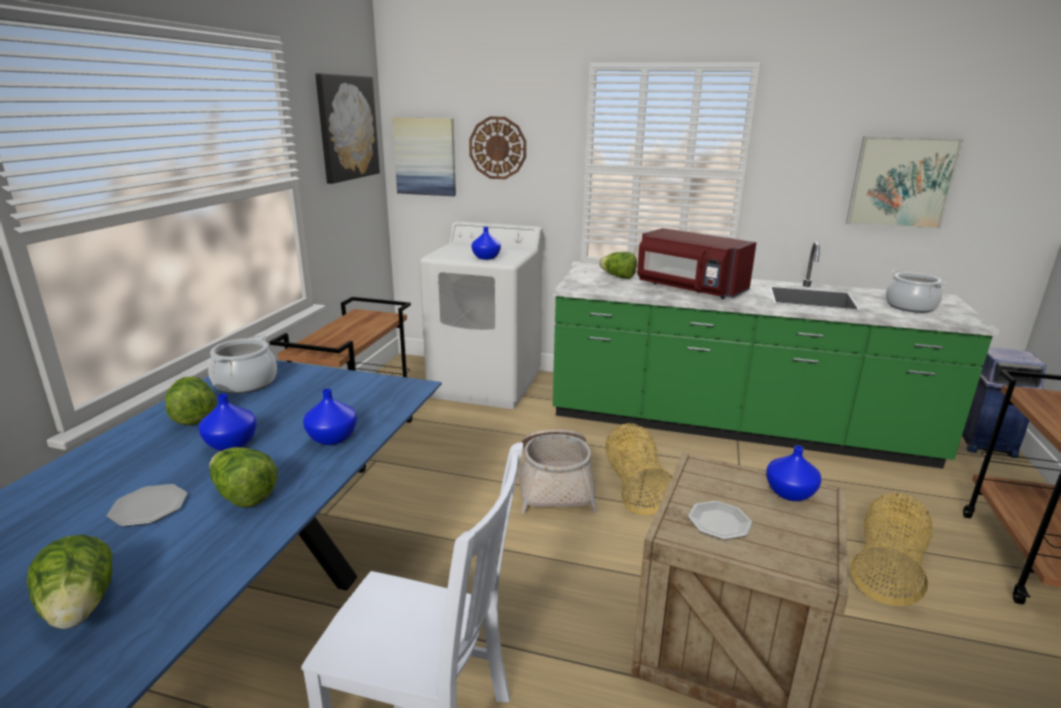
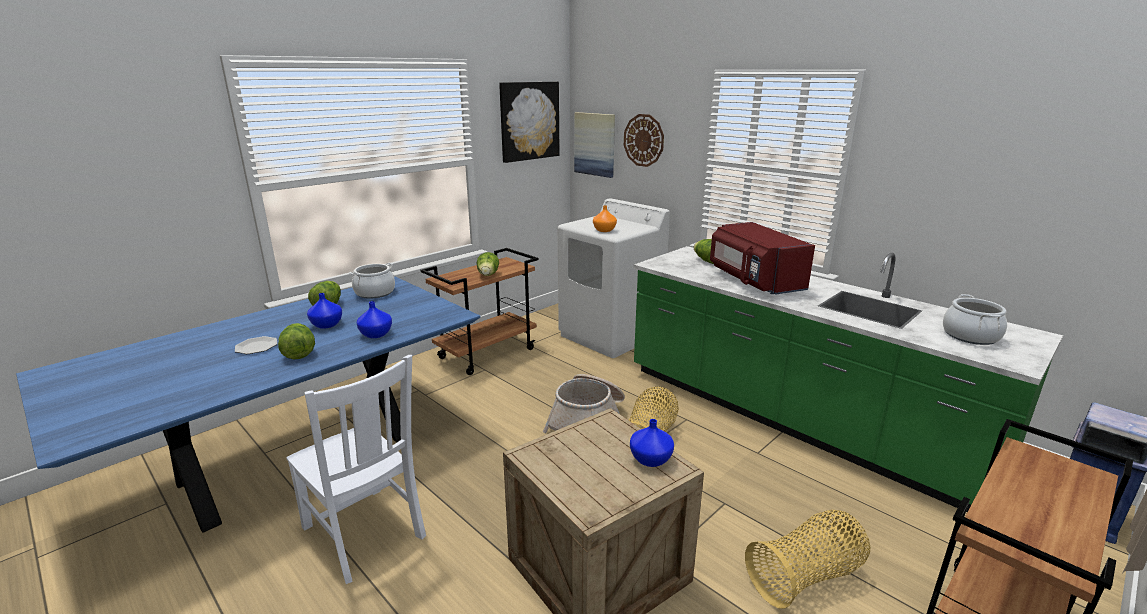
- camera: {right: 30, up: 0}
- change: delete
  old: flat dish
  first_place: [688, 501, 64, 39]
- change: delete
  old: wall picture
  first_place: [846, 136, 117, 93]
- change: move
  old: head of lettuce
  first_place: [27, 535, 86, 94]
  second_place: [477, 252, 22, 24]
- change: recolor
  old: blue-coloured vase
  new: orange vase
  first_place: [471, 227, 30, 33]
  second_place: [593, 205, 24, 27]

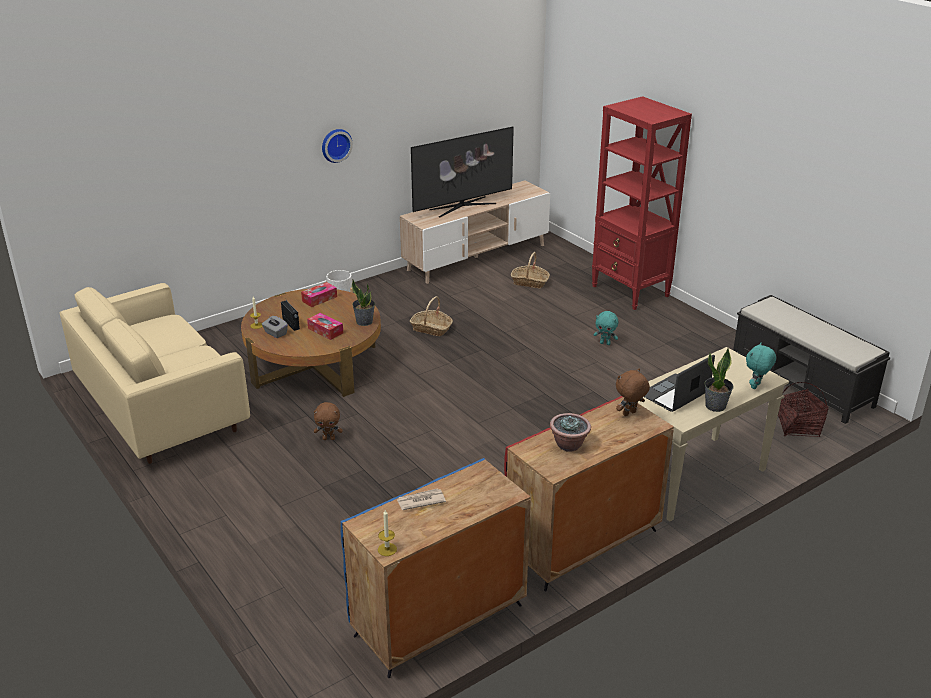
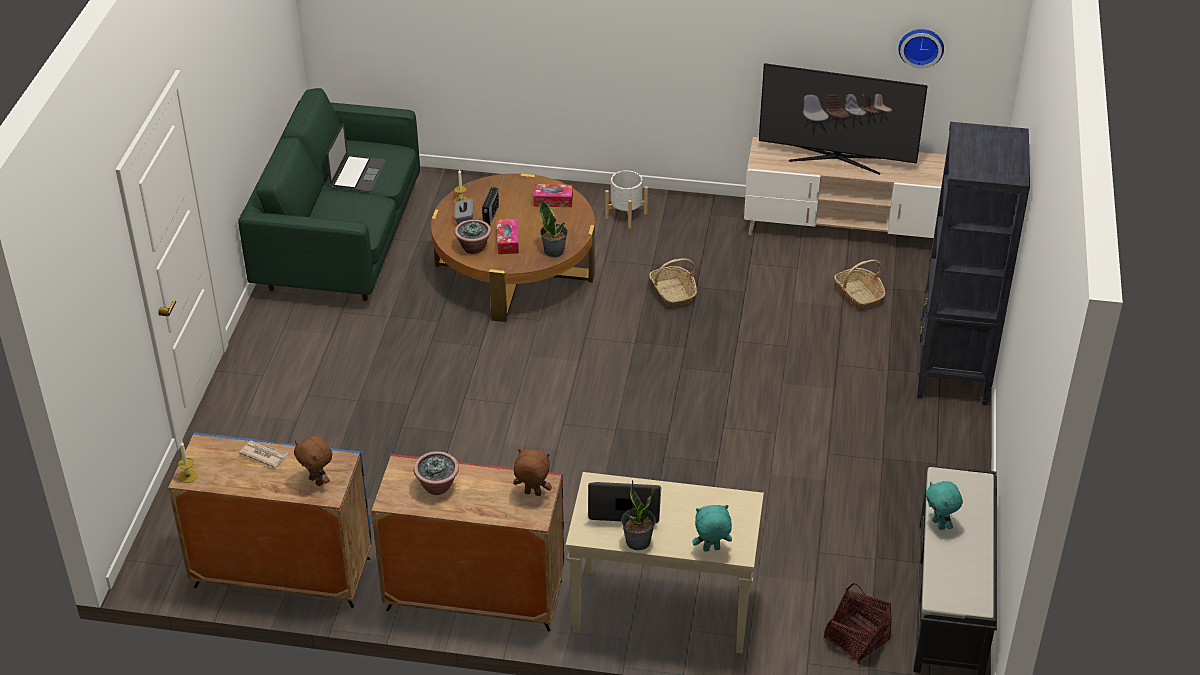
- camera: {right: 45, up: 10}
- change: insert
  new: portable computer
  second_place: [327, 123, 59, 69]
- change: insert
  new: potted plant
  second_place: [454, 220, 37, 34]
- change: move
  old: brown soft toy
  first_place: [314, 402, 29, 38]
  second_place: [294, 436, 38, 50]
- change: move
  old: wall clock
  first_place: [322, 129, 31, 34]
  second_place: [898, 29, 46, 39]
- change: move
  old: blue-green soft toy
  first_place: [593, 311, 25, 34]
  second_place: [926, 481, 37, 49]
- change: recolor
  old: beige sofa
  new: green sofa
  first_place: [60, 283, 190, 181]
  second_place: [238, 88, 182, 213]
- change: recolor
  old: reddish bookshelf
  new: black bookshelf
  first_place: [592, 96, 100, 214]
  second_place: [917, 122, 113, 283]

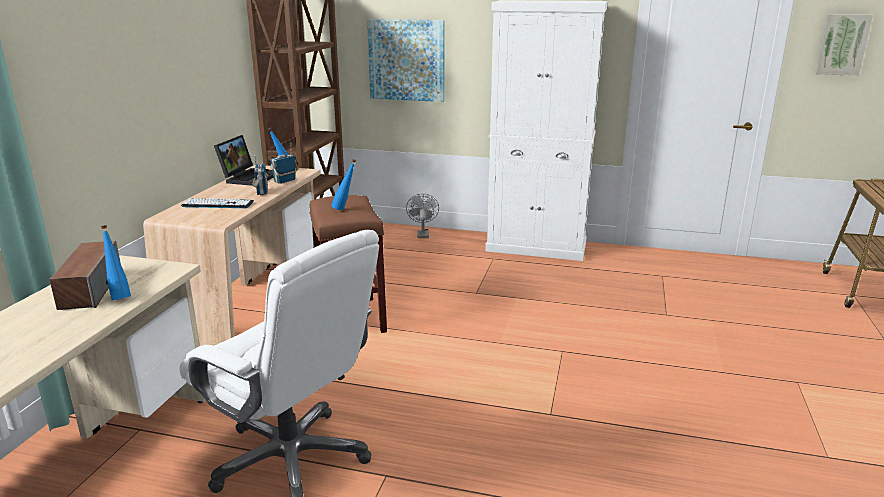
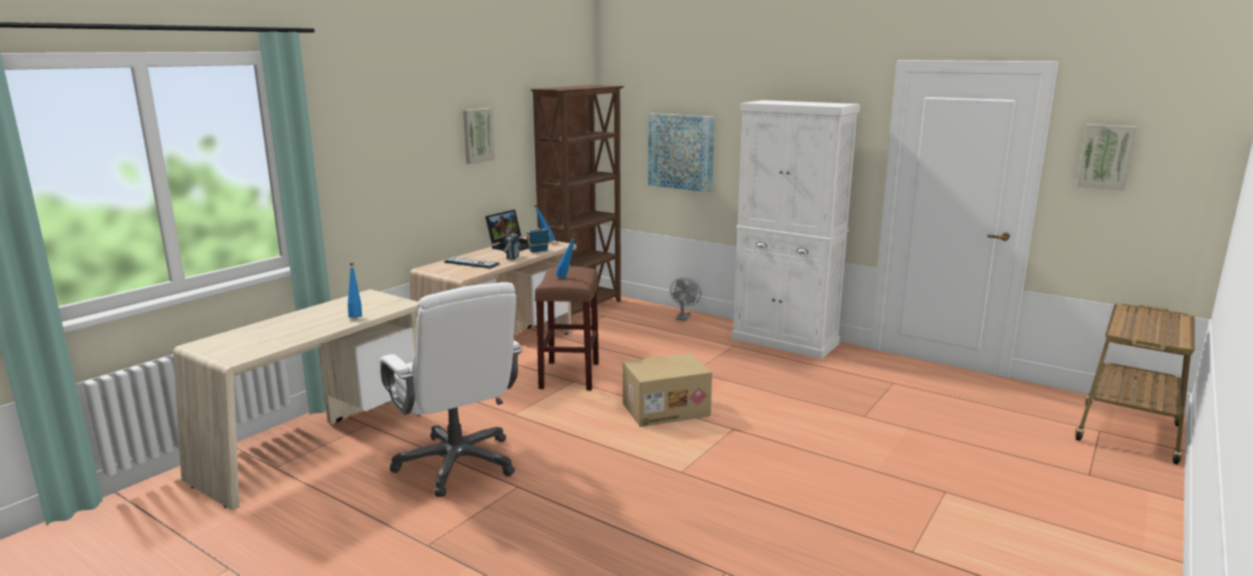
- camera: {right: 20, up: -5}
- change: delete
  old: loudspeaker
  first_place: [49, 240, 71, 70]
- change: insert
  new: wall picture
  second_place: [463, 108, 32, 56]
- change: insert
  new: carton
  second_place: [623, 353, 89, 74]

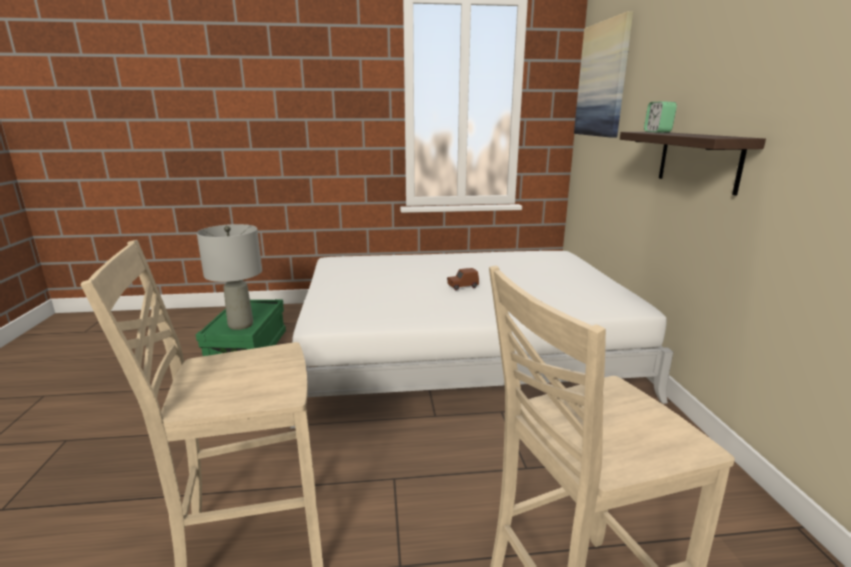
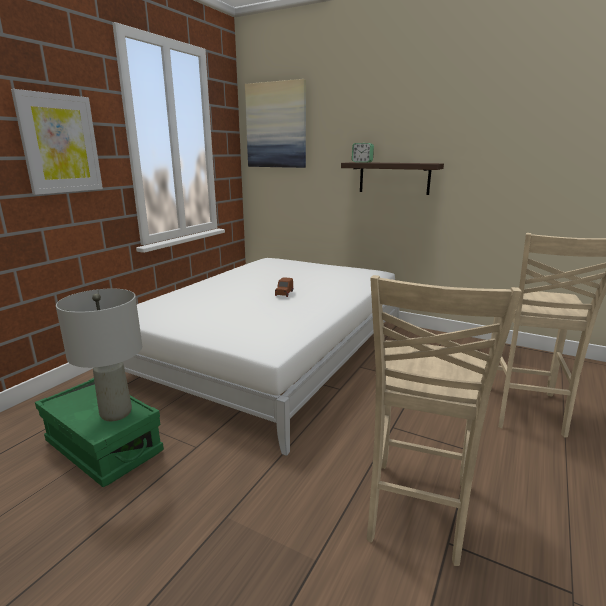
- camera: {right: -55, up: 0}
- change: insert
  new: wall picture
  second_place: [11, 89, 92, 106]

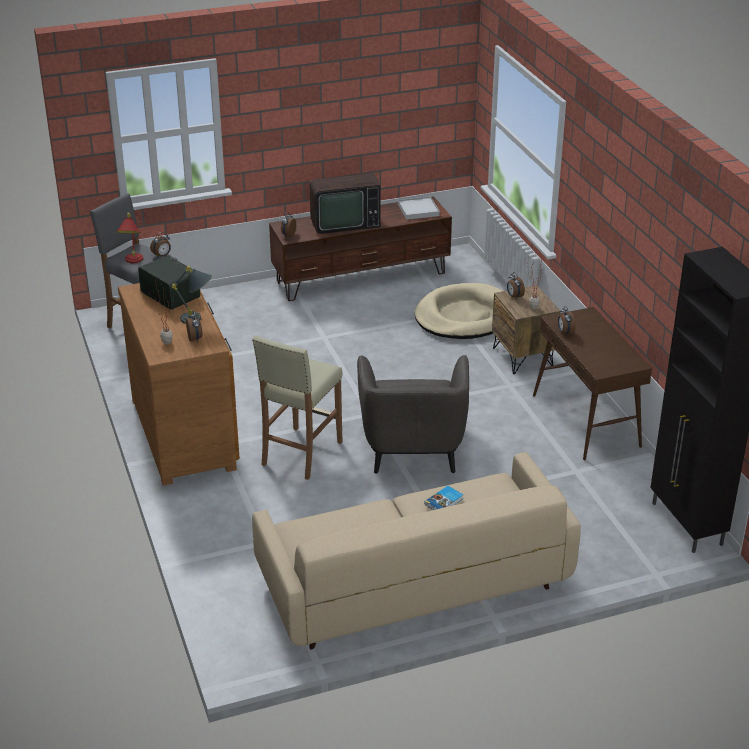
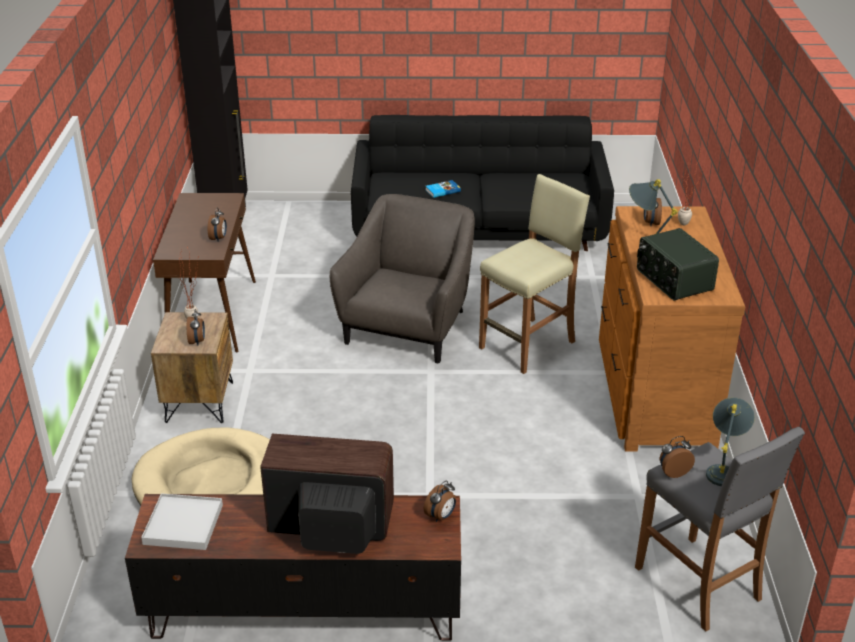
- camera: {right: -160, up: 0}
- change: recolor
  old: reddish table lamp
  new: greyish table lamp
  first_place: [116, 213, 27, 50]
  second_place: [706, 398, 49, 88]
- change: recolor
  old: beige sofa
  new: black sofa
  first_place: [252, 452, 329, 198]
  second_place: [351, 115, 263, 136]

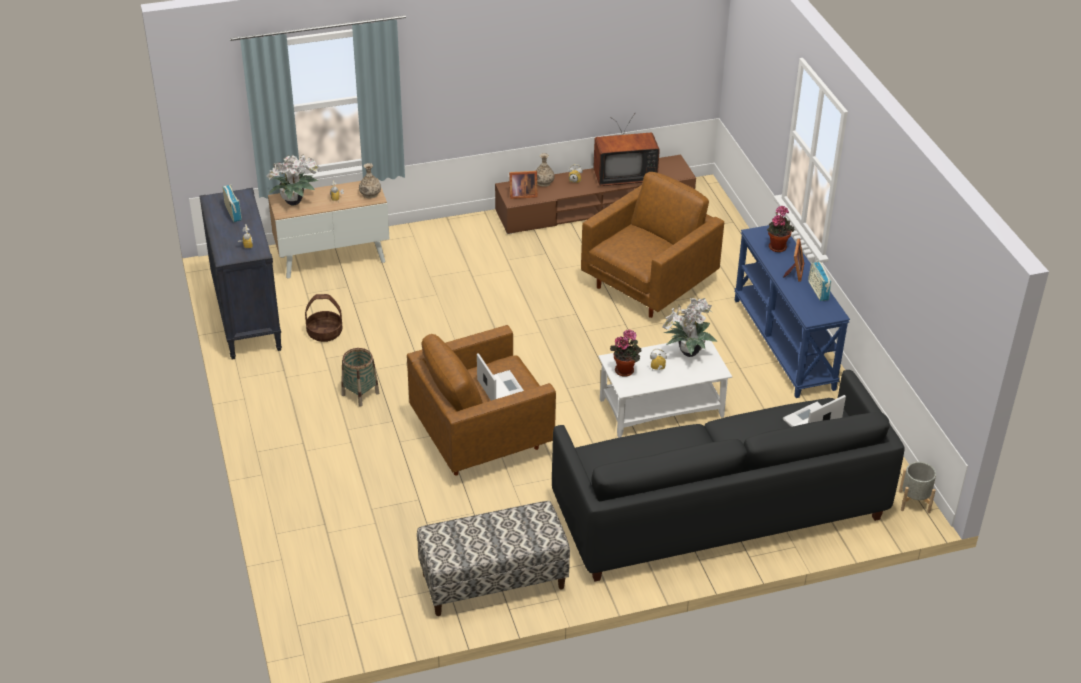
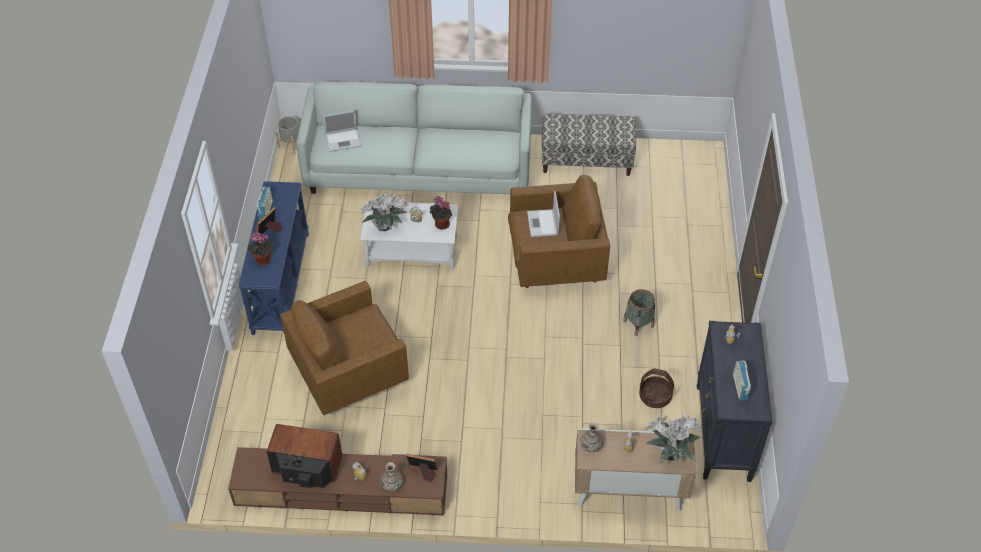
- camera: {right: -160, up: 10}
- change: recolor
  old: black sofa
  new: white sofa
  first_place: [552, 370, 353, 212]
  second_place: [297, 82, 235, 112]

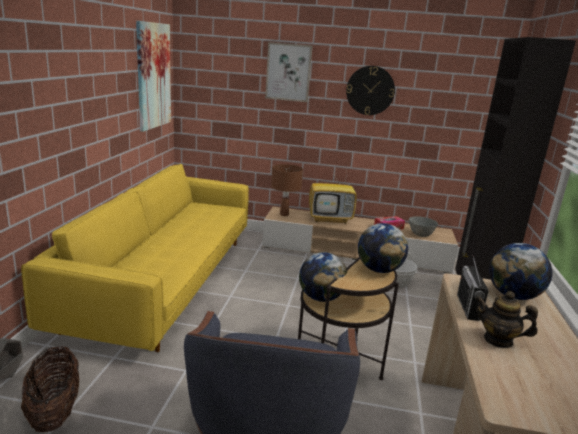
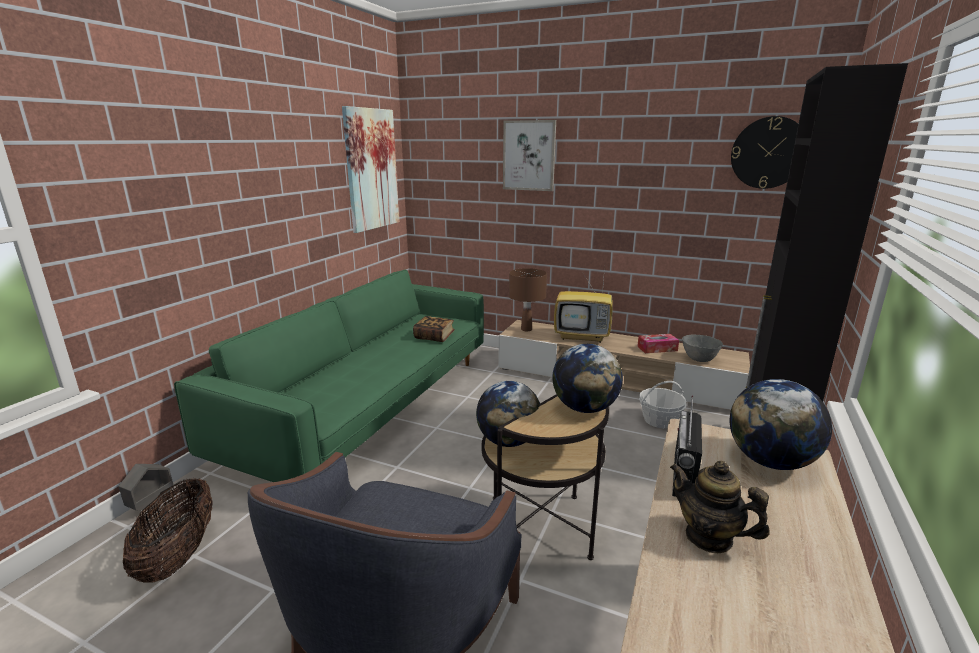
- camera: {right: 15, up: 0}
- change: insert
  new: bound book
  second_place: [413, 316, 42, 26]
- change: move
  old: wall clock
  first_place: [346, 66, 49, 49]
  second_place: [731, 116, 67, 73]
- change: recolor
  old: yellow sofa
  new: green sofa
  first_place: [21, 164, 228, 188]
  second_place: [174, 270, 310, 212]

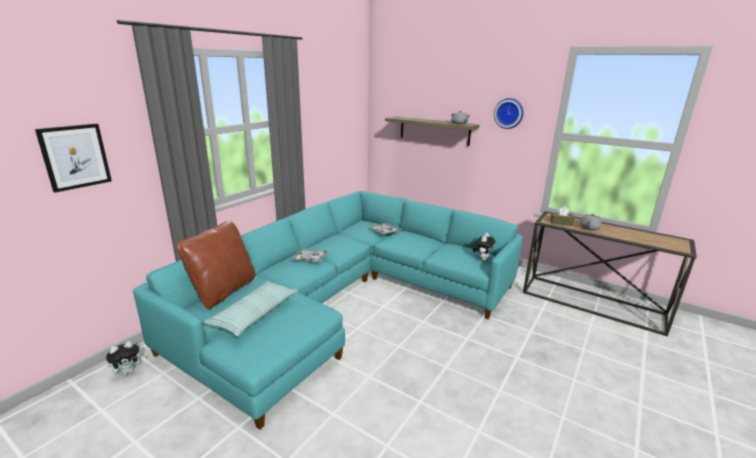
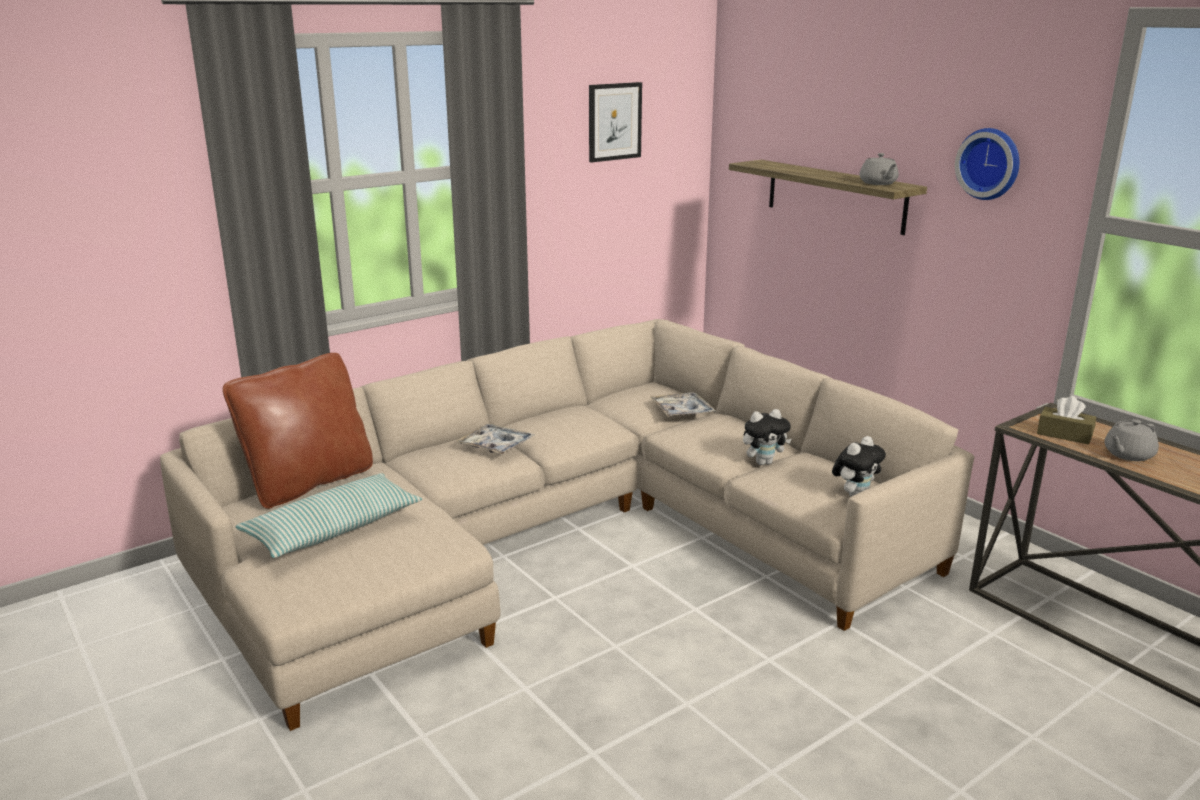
- camera: {right: 20, up: 0}
- change: move
  old: wall picture
  first_place: [35, 124, 77, 69]
  second_place: [589, 82, 53, 81]
- change: move
  old: soft toy
  first_place: [106, 341, 39, 34]
  second_place: [743, 409, 48, 56]
- change: recolor
  old: blue-green sofa
  new: beige sofa
  first_place: [133, 191, 390, 238]
  second_place: [160, 319, 814, 412]

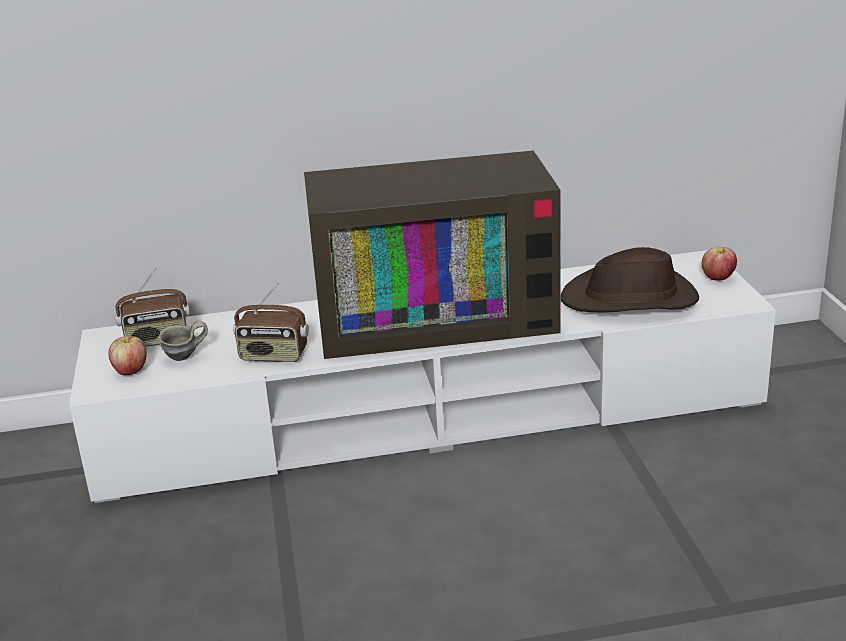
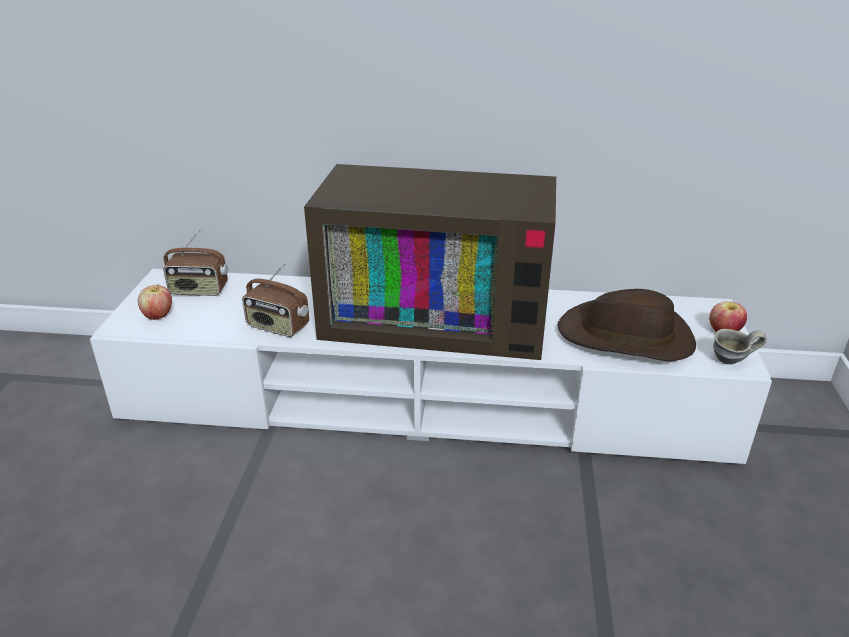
- camera: {right: 15, up: 5}
- change: move
  old: greyish coffee mug
  first_place: [159, 321, 49, 40]
  second_place: [713, 329, 54, 35]

